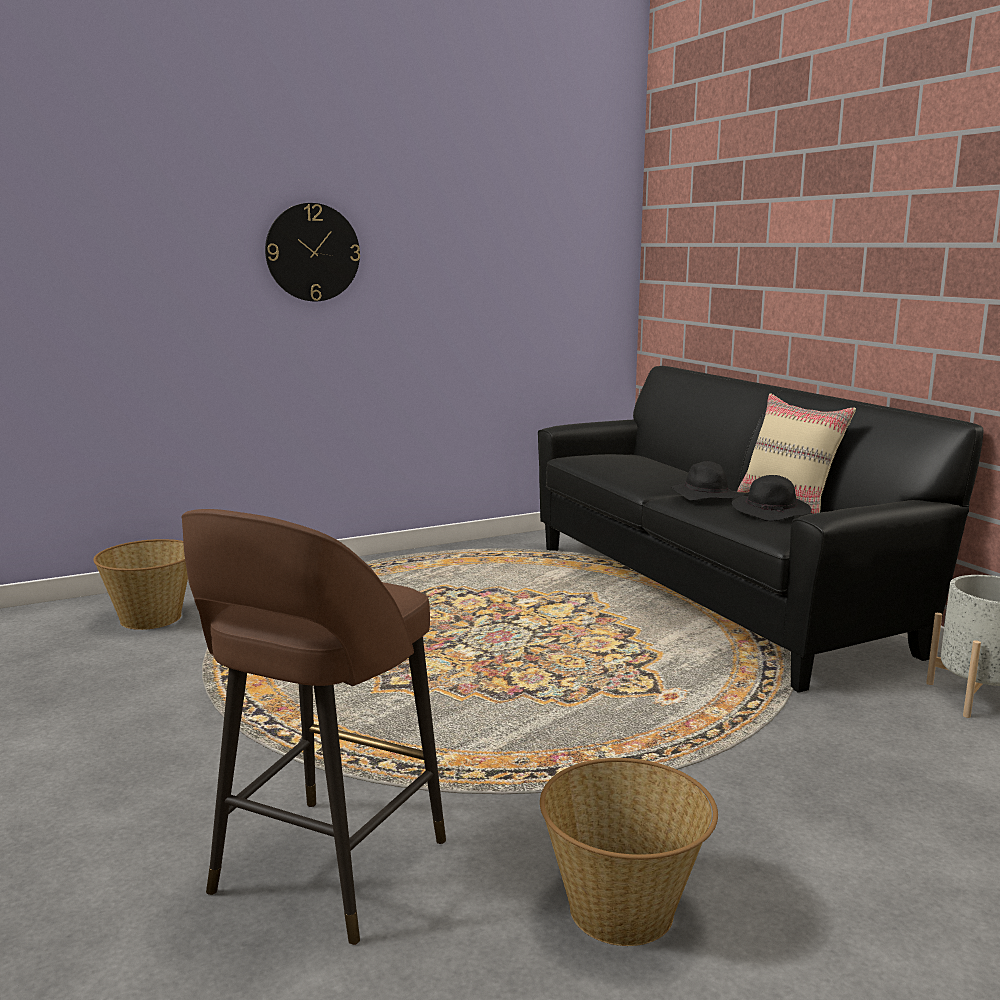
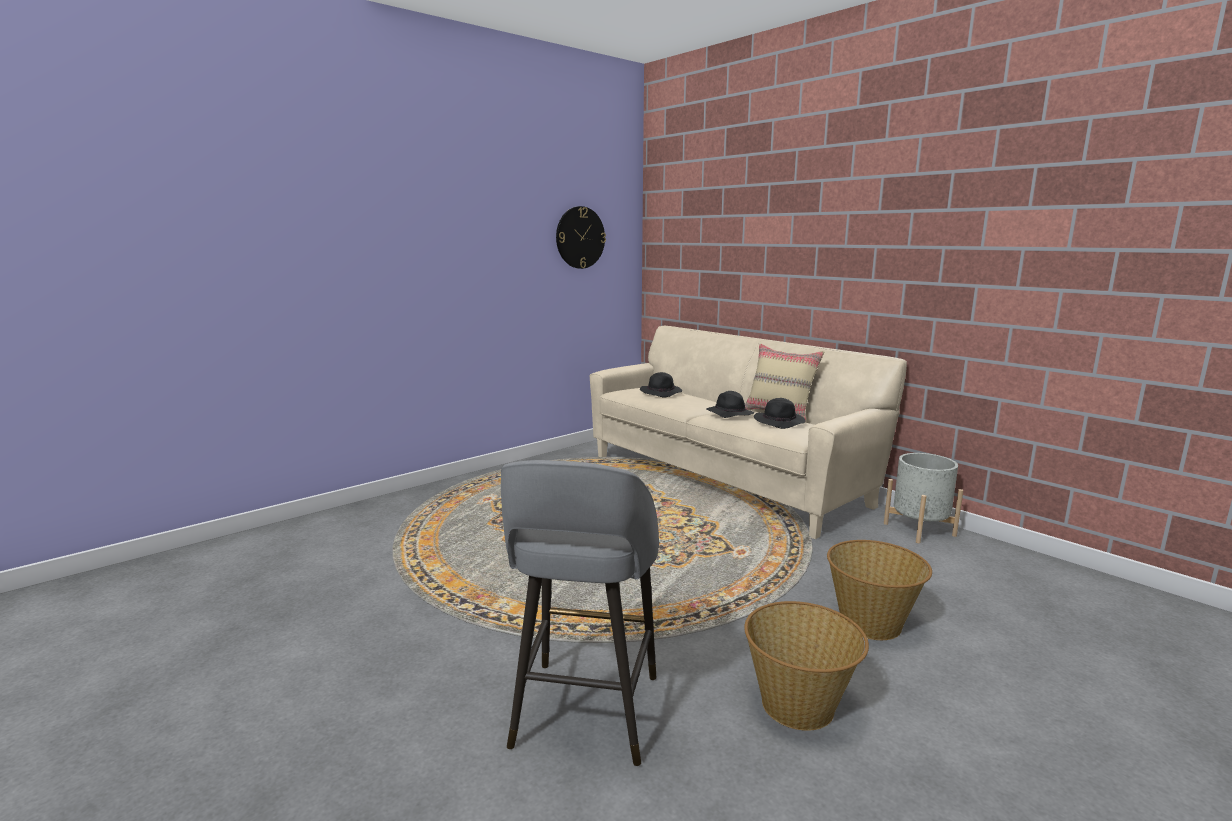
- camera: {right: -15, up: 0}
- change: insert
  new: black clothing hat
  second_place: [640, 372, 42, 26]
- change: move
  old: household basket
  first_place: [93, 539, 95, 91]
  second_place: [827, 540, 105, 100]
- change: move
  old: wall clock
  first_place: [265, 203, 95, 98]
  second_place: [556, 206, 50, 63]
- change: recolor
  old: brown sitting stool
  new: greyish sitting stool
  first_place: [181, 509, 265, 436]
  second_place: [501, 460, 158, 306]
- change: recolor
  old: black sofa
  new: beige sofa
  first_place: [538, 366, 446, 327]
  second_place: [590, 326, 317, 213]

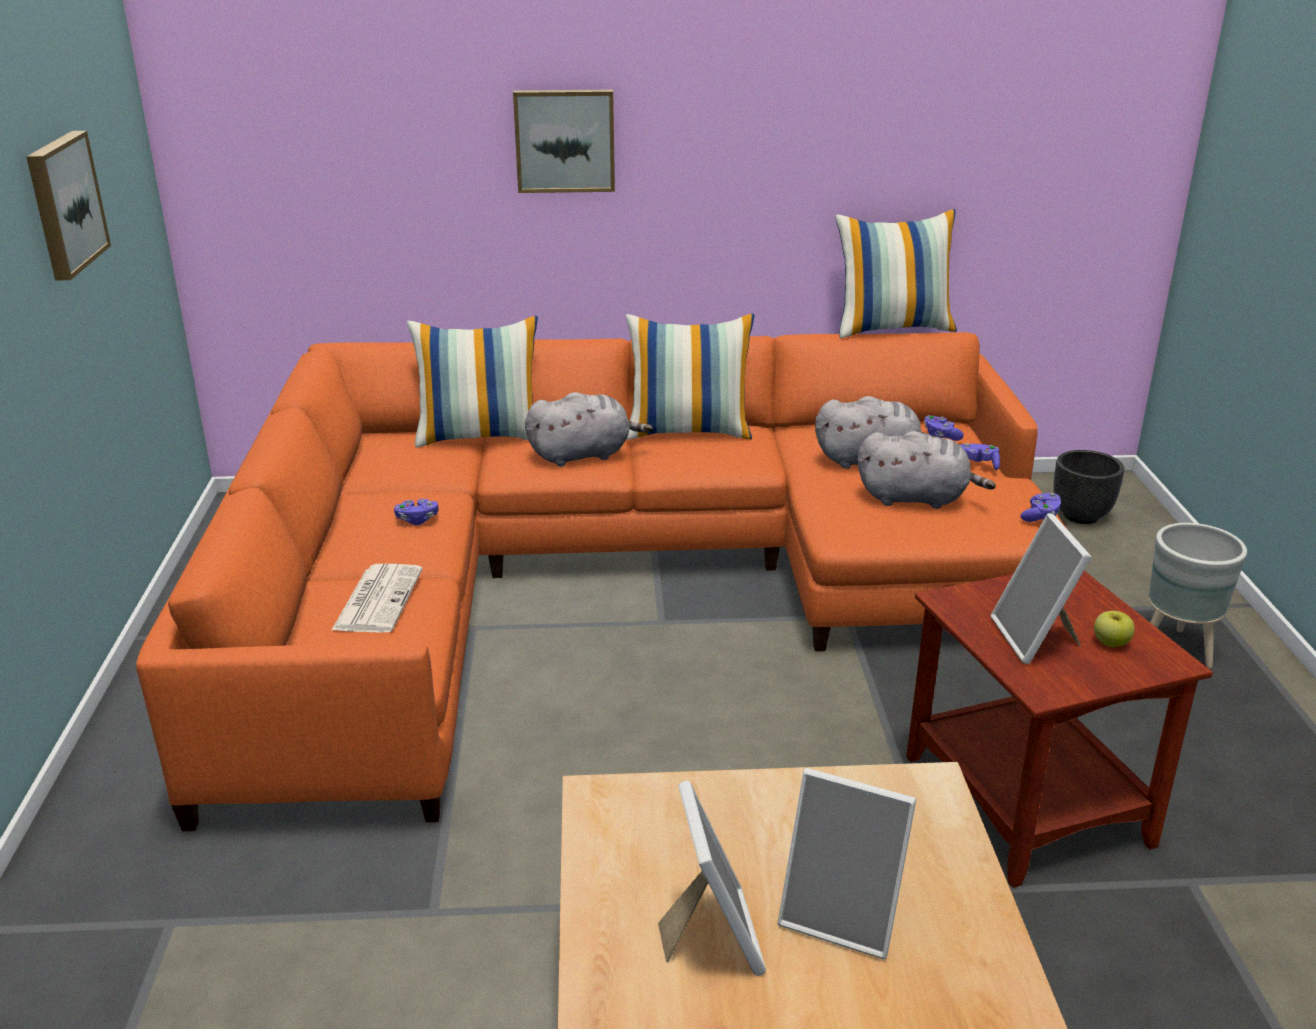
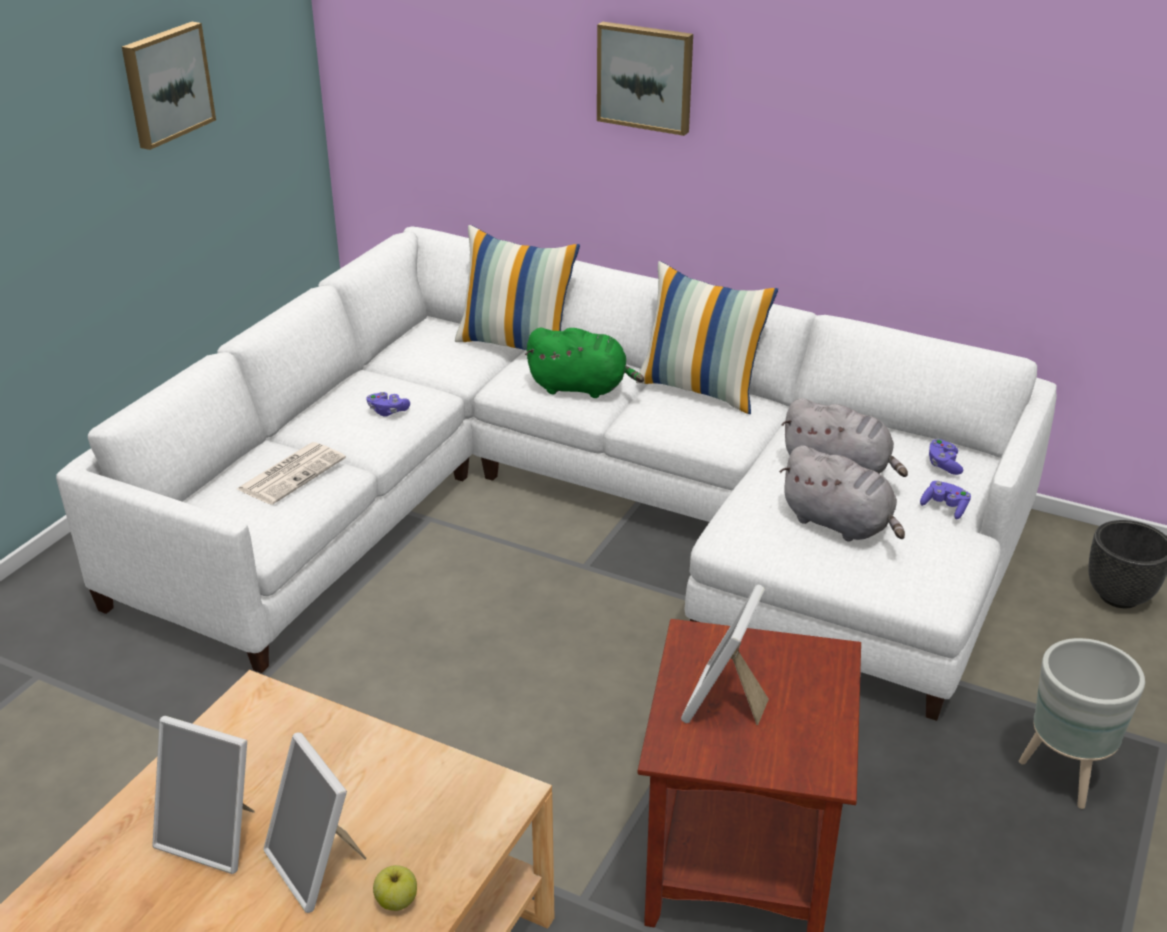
- camera: {right: 30, up: 5}
- change: delete
  old: throw pillow
  first_place: [835, 209, 122, 129]
- change: delete
  old: purple-coloured joypad
  first_place: [1021, 493, 40, 29]
- change: move
  old: apple
  first_place: [1094, 611, 41, 36]
  second_place: [373, 865, 44, 46]
- change: recolor
  old: orange sofa
  new: white sofa
  first_place: [136, 332, 932, 499]
  second_place: [56, 227, 1001, 494]
- change: recolor
  old: greyish soft toy
  new: green soft toy
  first_place: [525, 392, 128, 75]
  second_place: [525, 328, 119, 70]
- change: rotate
  old: picture frame
  first_place: [658, 780, 108, 196]
  second_place: [152, 716, 103, 158]
  degrees: 90

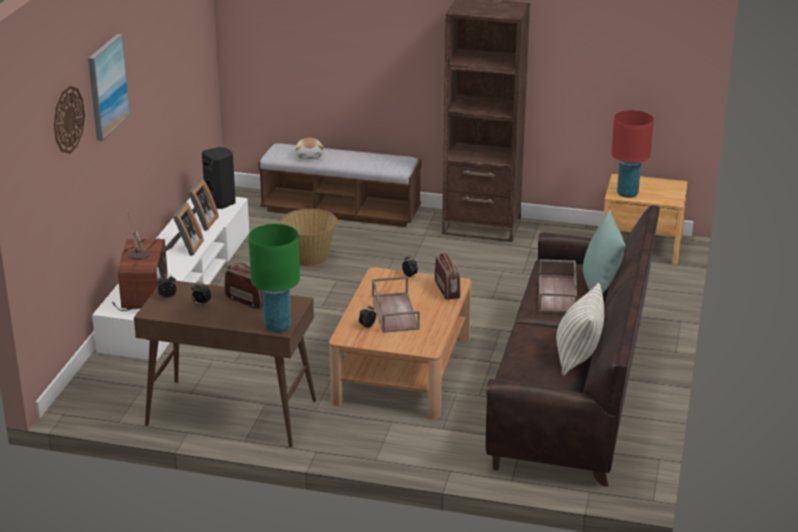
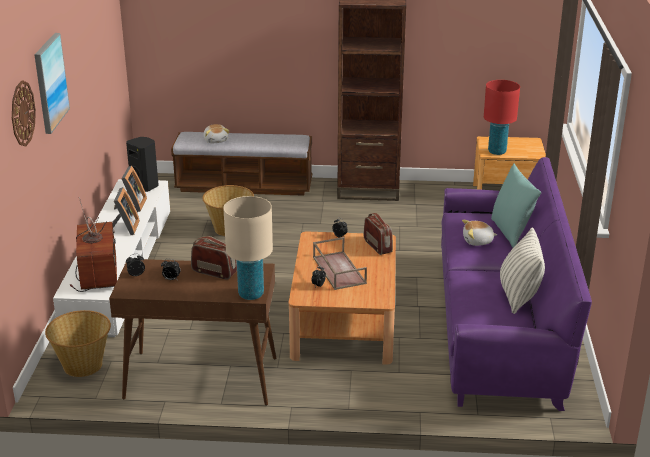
- camera: {right: -10, up: 0}
- change: insert
  new: household basket
  second_place: [45, 310, 66, 67]
- change: replace
  old: brown serving tray
  new: soft toy
  first_place: [539, 259, 38, 54]
  second_place: [462, 220, 36, 26]
- change: recolor
  old: green table lamp
  new: beige table lamp
  first_place: [248, 224, 52, 109]
  second_place: [223, 196, 50, 104]
- change: recolor
  old: brown sofa
  new: purple-coloured sofa
  first_place: [486, 205, 174, 282]
  second_place: [441, 157, 151, 254]

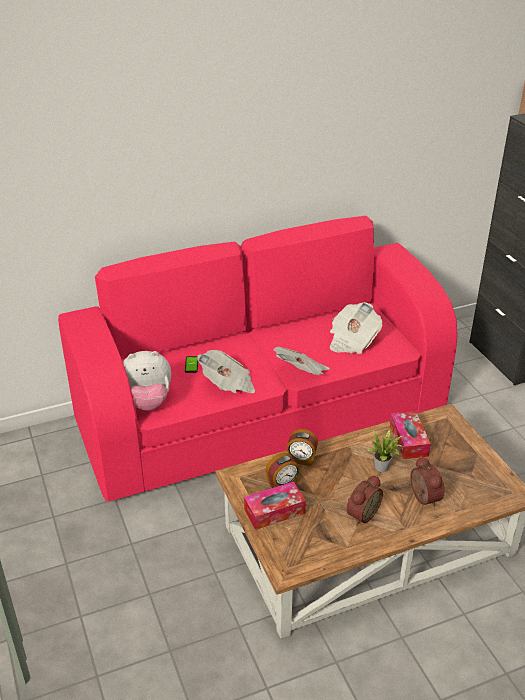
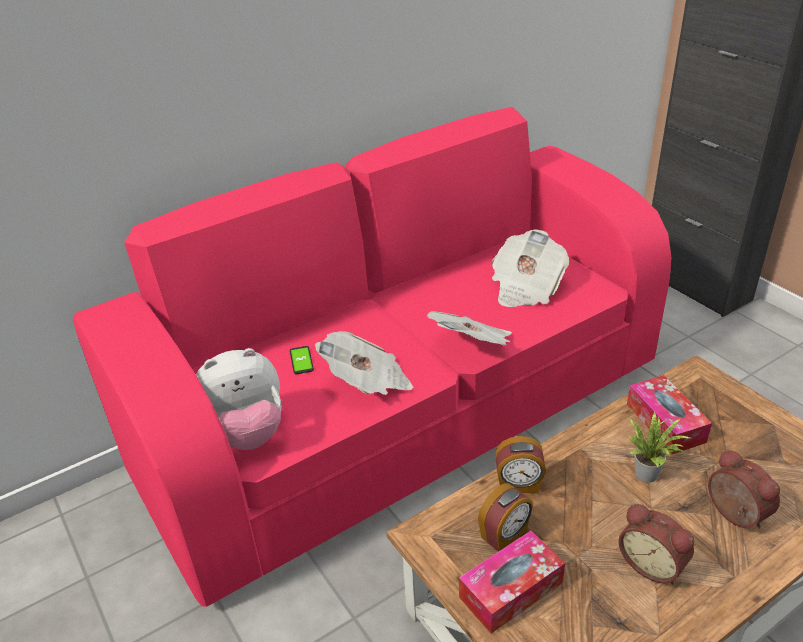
- camera: {right: -10, up: 0}
- change: rotate
  old: alarm clock
  first_place: [346, 475, 37, 50]
  second_place: [618, 504, 77, 80]
  degrees: 105

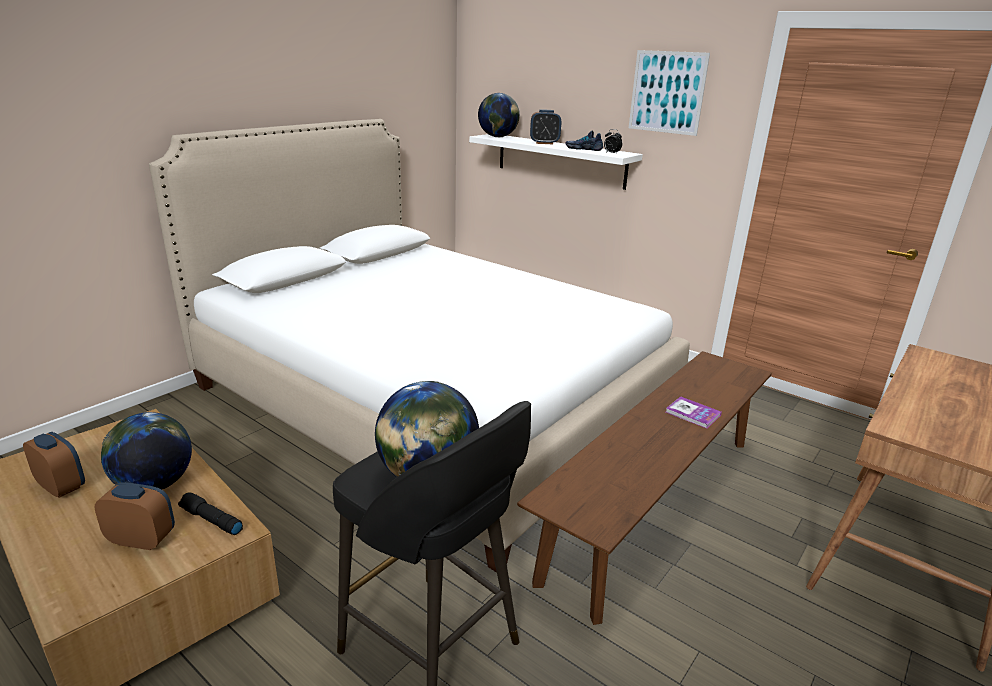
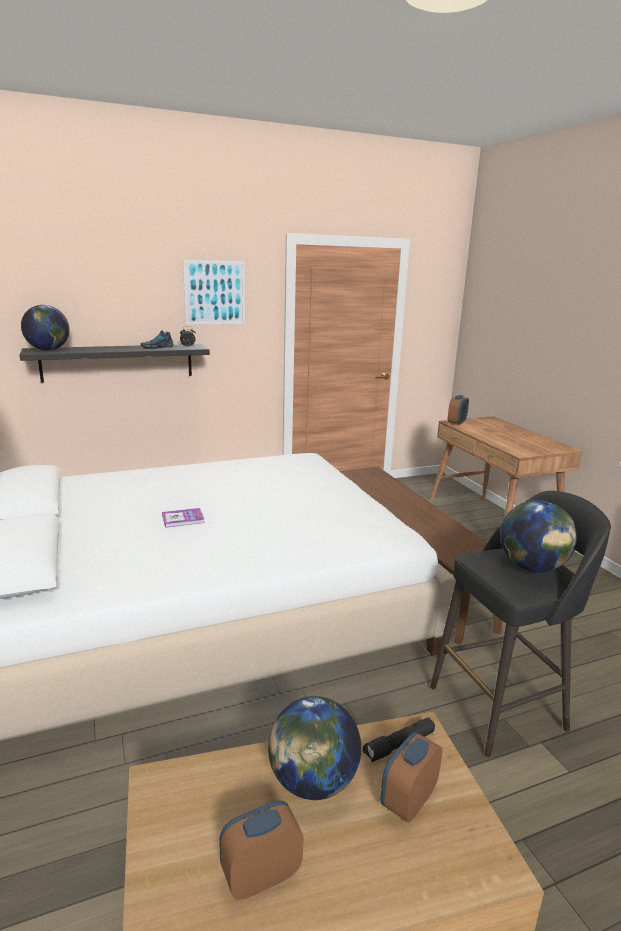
- camera: {right: -60, up: -5}
- change: move
  old: alarm clock
  first_place: [530, 109, 31, 35]
  second_place: [448, 395, 21, 30]
- change: move
  old: bound book
  first_place: [666, 396, 56, 33]
  second_place: [162, 508, 43, 20]
- change: recolor
  old: white bracket shelf
  new: black bracket shelf
  first_place: [469, 134, 174, 56]
  second_place: [20, 344, 190, 38]

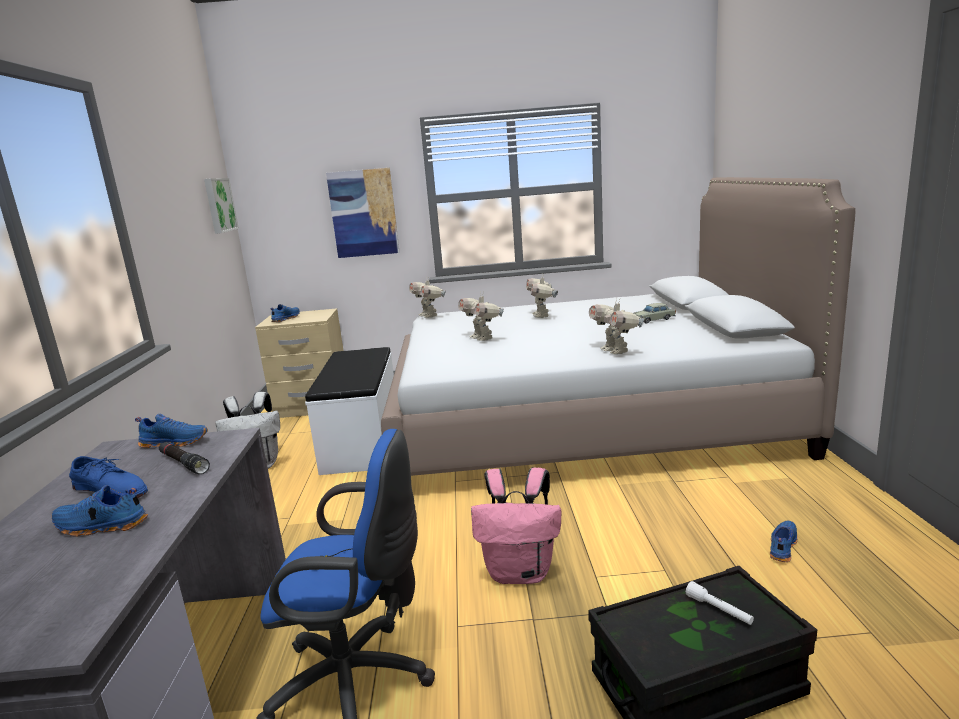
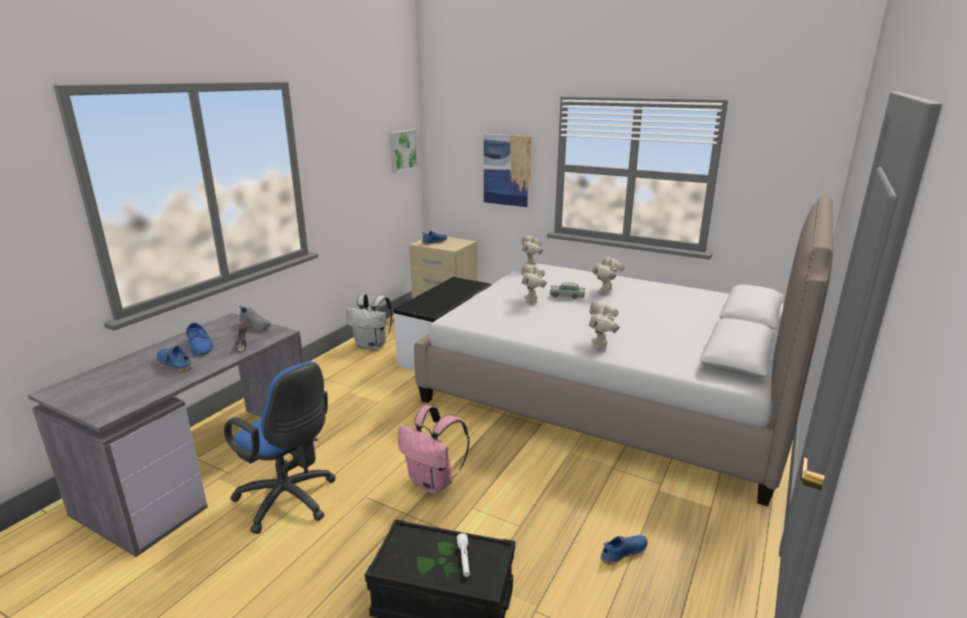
- camera: {right: 30, up: 5}
- change: move
  old: beige miniature car
  first_place: [633, 303, 43, 21]
  second_place: [550, 282, 35, 17]
- change: recolor
  old: blue-coloured low shoe
  new: greyish low shoe
  first_place: [135, 414, 73, 34]
  second_place: [239, 306, 32, 24]

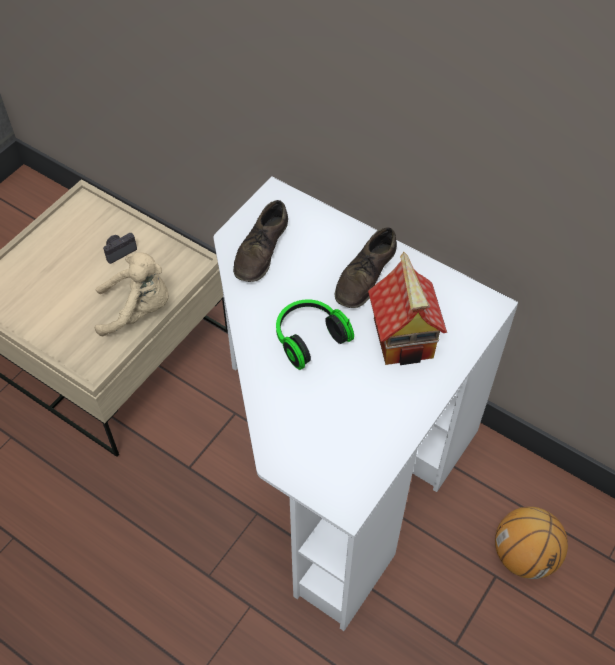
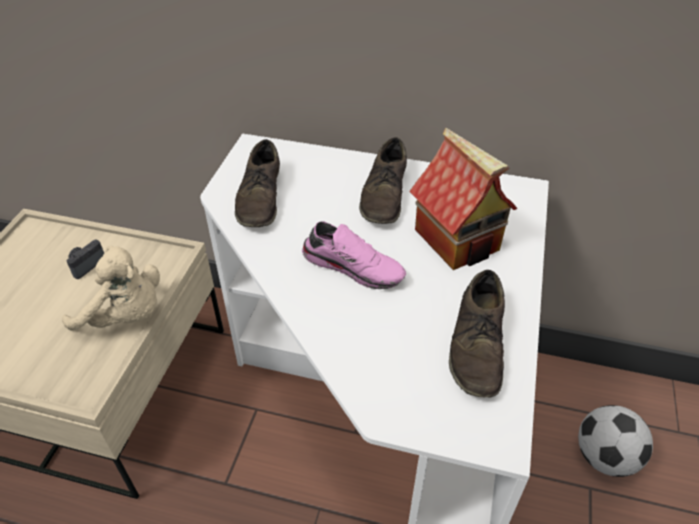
- camera: {right: -20, up: -10}
- change: insert
  new: brown low shoe
  second_place: [449, 270, 56, 128]
- change: replace
  old: pair of headphones
  new: pink low shoe
  first_place: [276, 299, 78, 71]
  second_place: [302, 221, 104, 68]
- change: replace
  old: ball for basketball
  new: football ball
  first_place: [495, 507, 73, 72]
  second_place: [578, 405, 75, 72]
- change: rotate
  old: beige soft toy
  first_place: [94, 253, 75, 83]
  second_place: [62, 246, 98, 85]
  degrees: 45

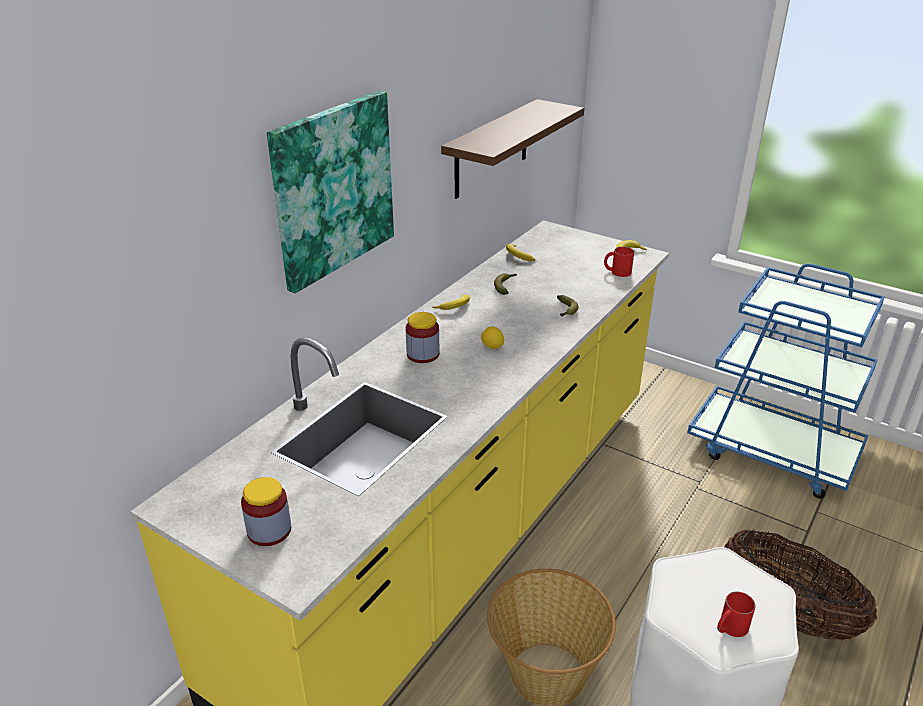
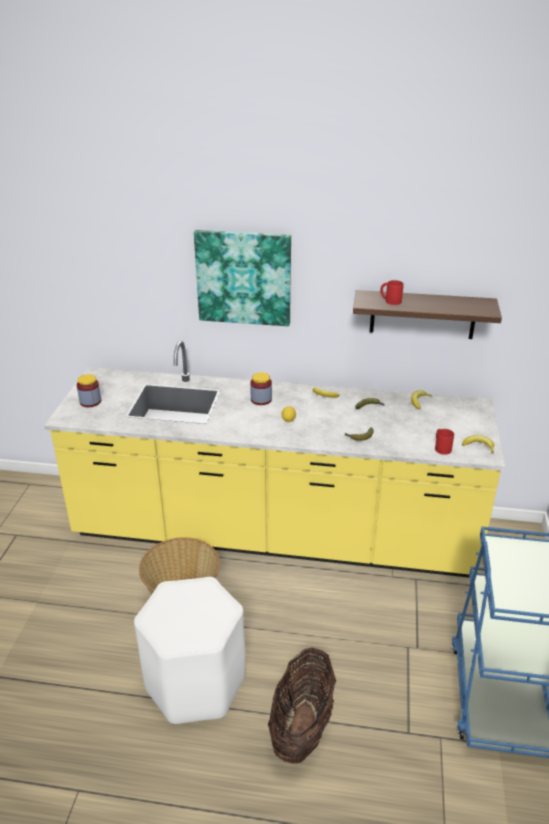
- camera: {right: 65, up: 0}
- change: move
  old: reddish coffee mug
  first_place: [717, 592, 38, 45]
  second_place: [380, 280, 24, 25]

